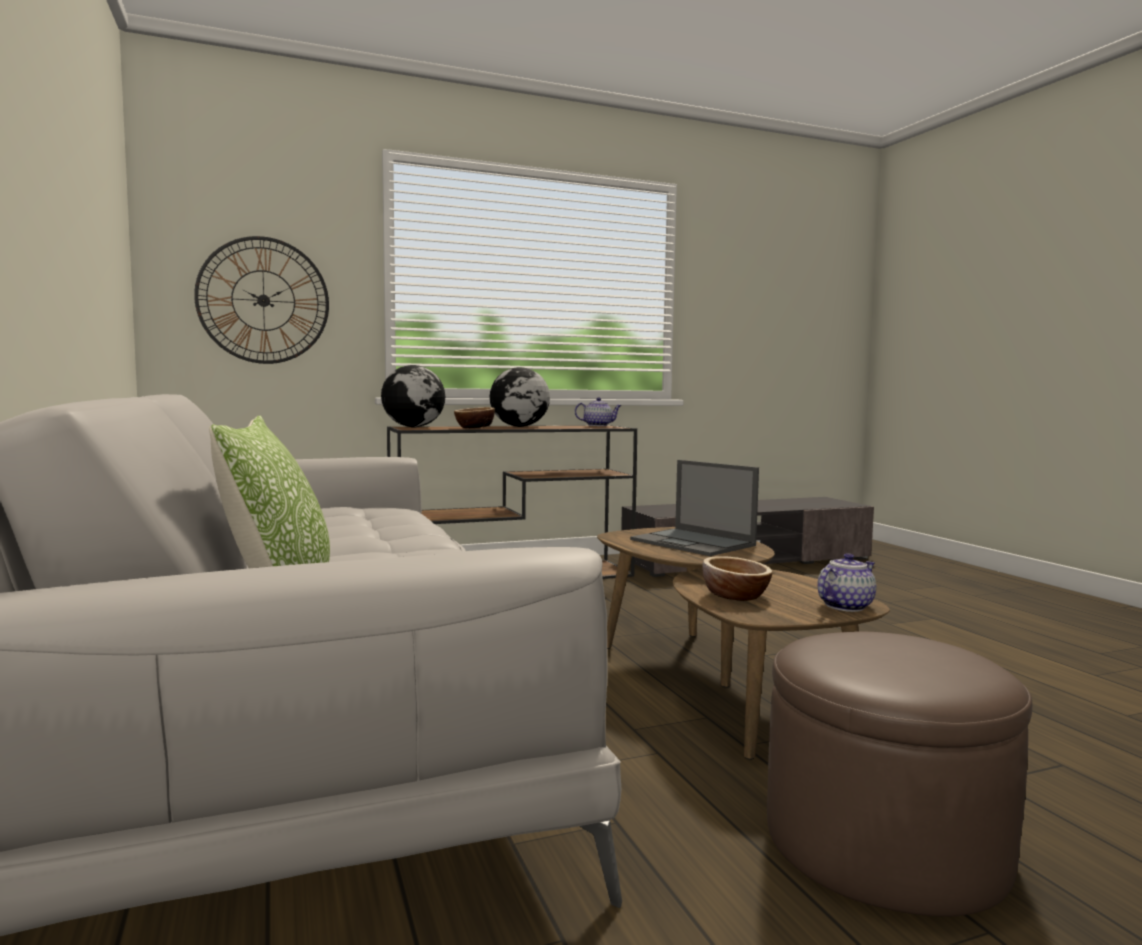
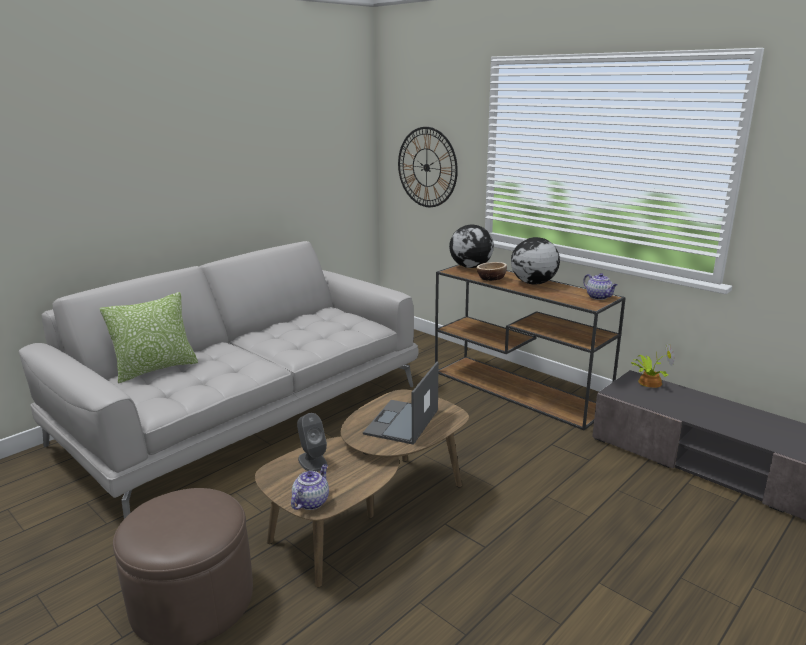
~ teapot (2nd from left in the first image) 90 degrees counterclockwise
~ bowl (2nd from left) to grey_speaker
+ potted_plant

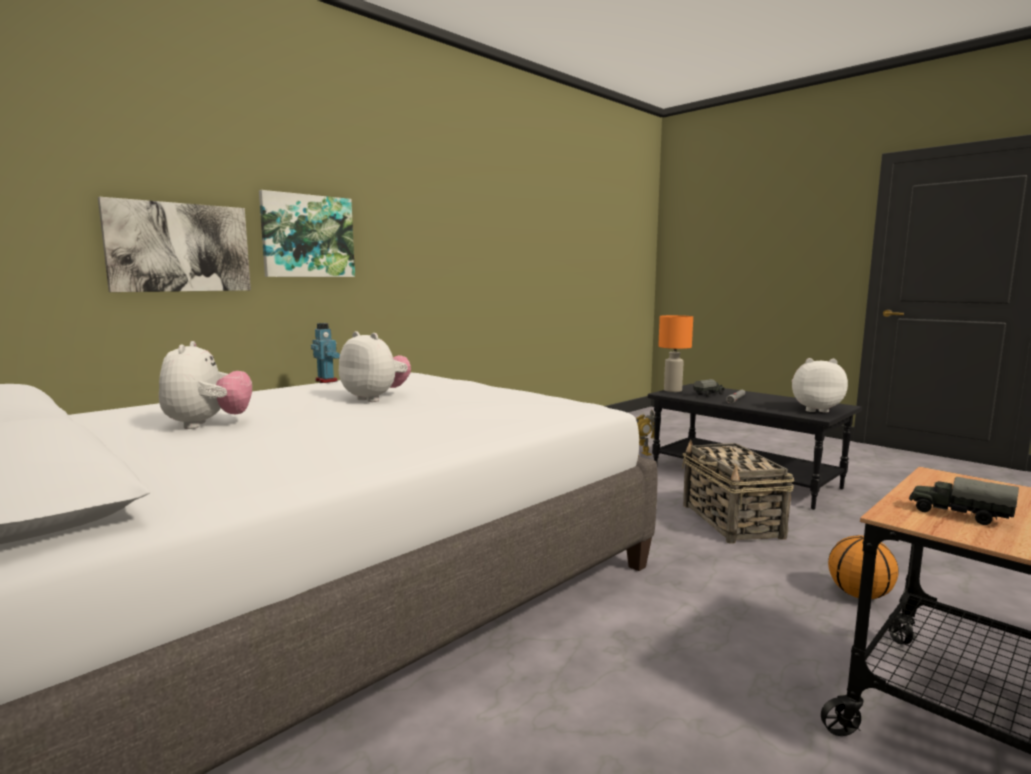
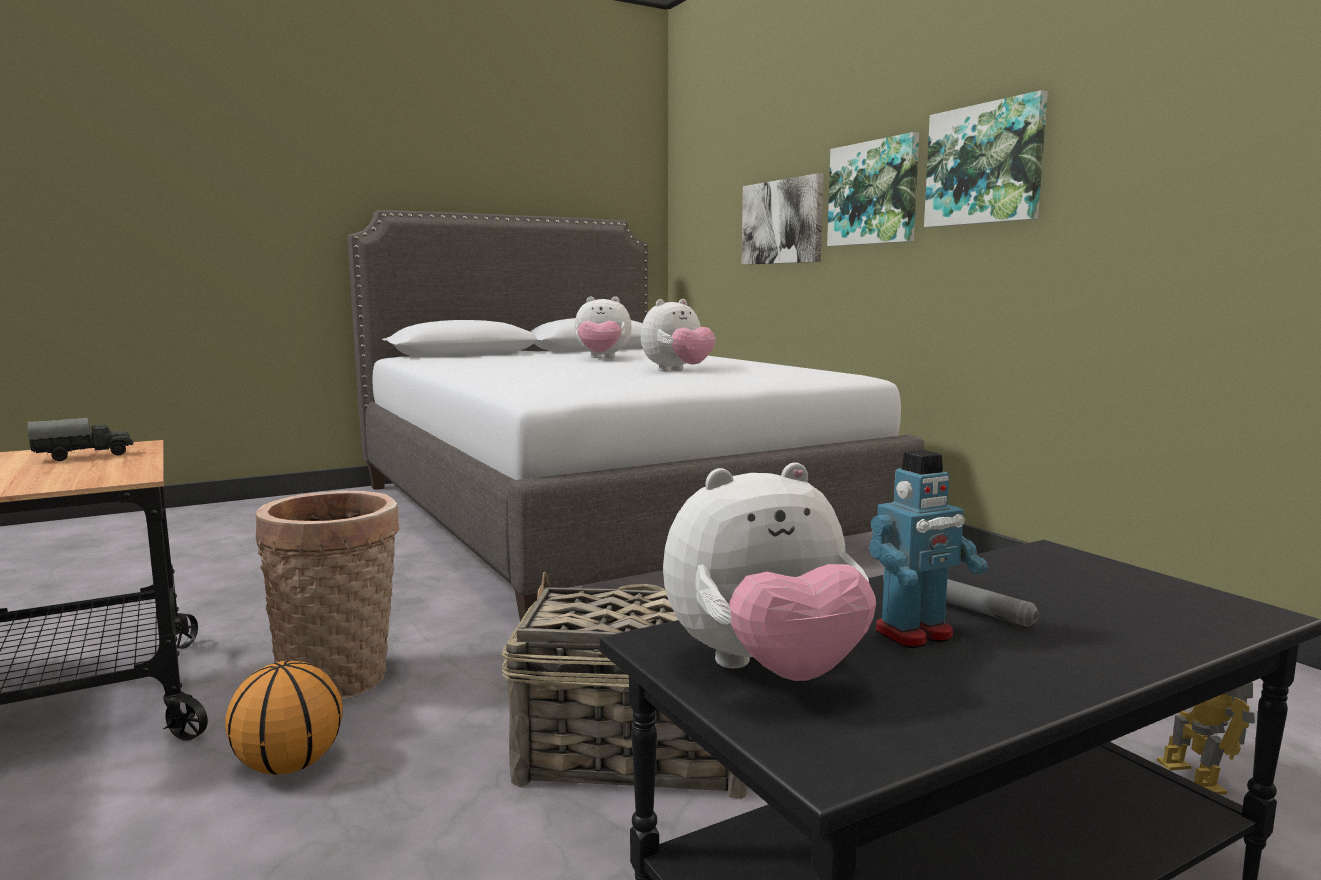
+ basket (1st from left)
~ plush_toy (3rd from left) 45 degrees clockwise
~ toy_robot (1st from left)
+ picture (3rd from left)
- orange_table_lamp
- toy_truck (1st from left)

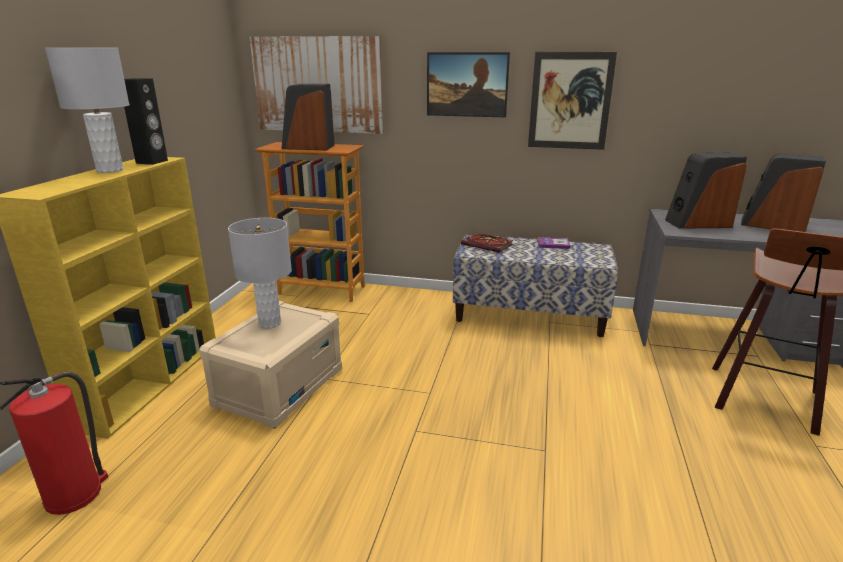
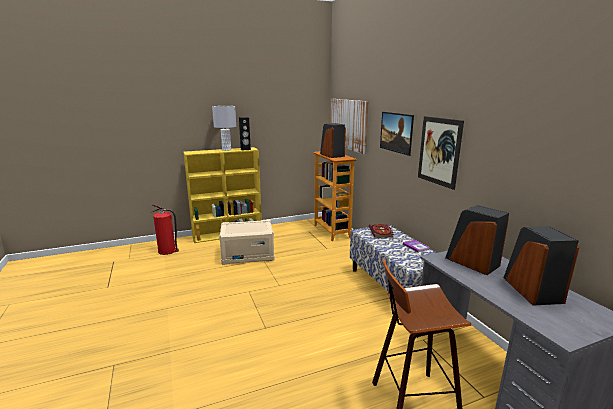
- grey_table_lamp (2nd from left)

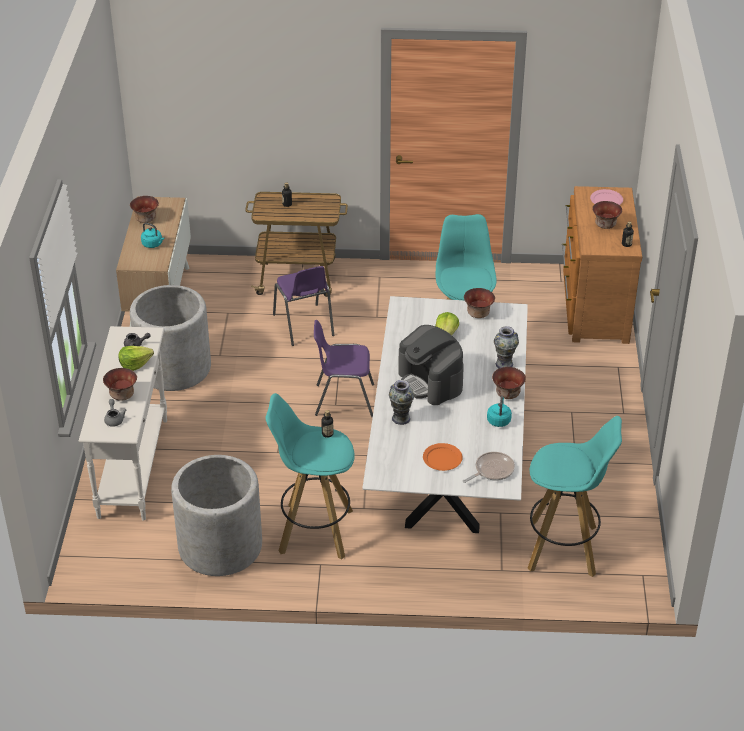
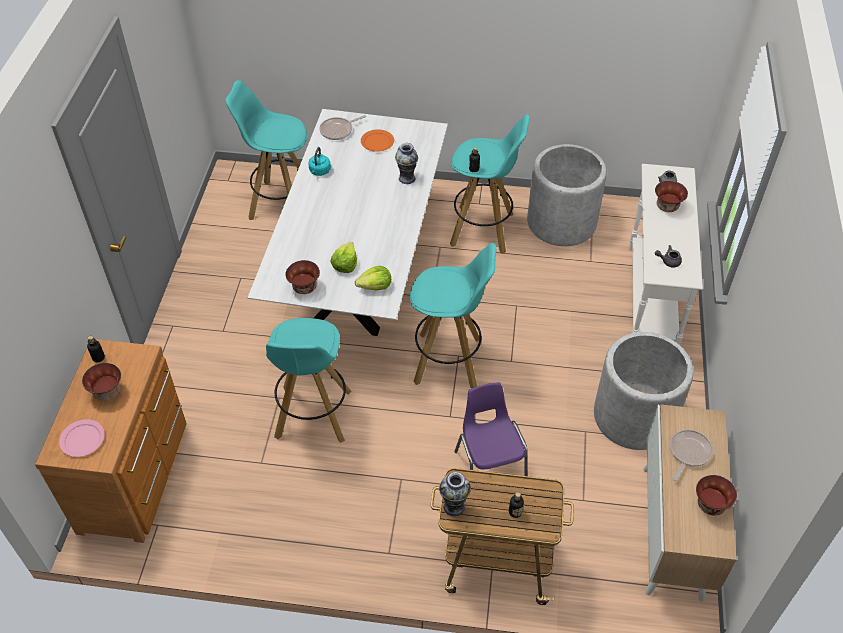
~ lettuce (1st from left in the first image) to lettuce (2nd from left)
~ purple_chair (2nd from left) to turquoise_stool (3rd from left)
~ vase (2nd from left)
~ turquoise_kettle (1st from left) to frying_pan (2nd from left)
- coffee_machine
- bowl (4th from left)

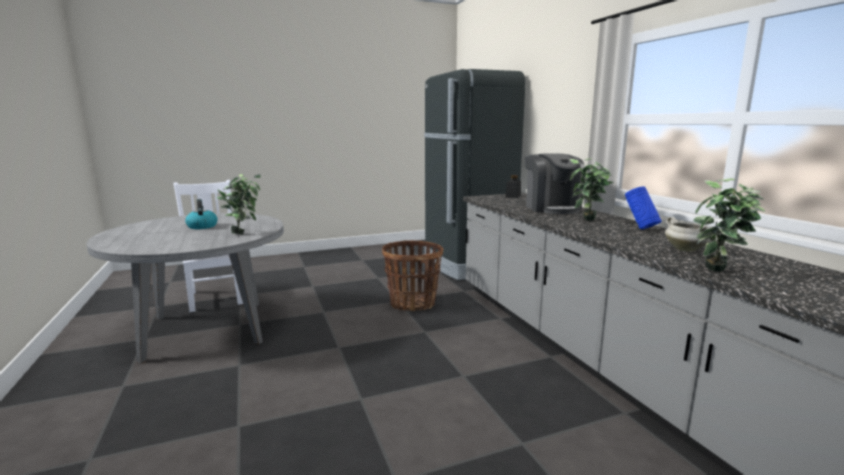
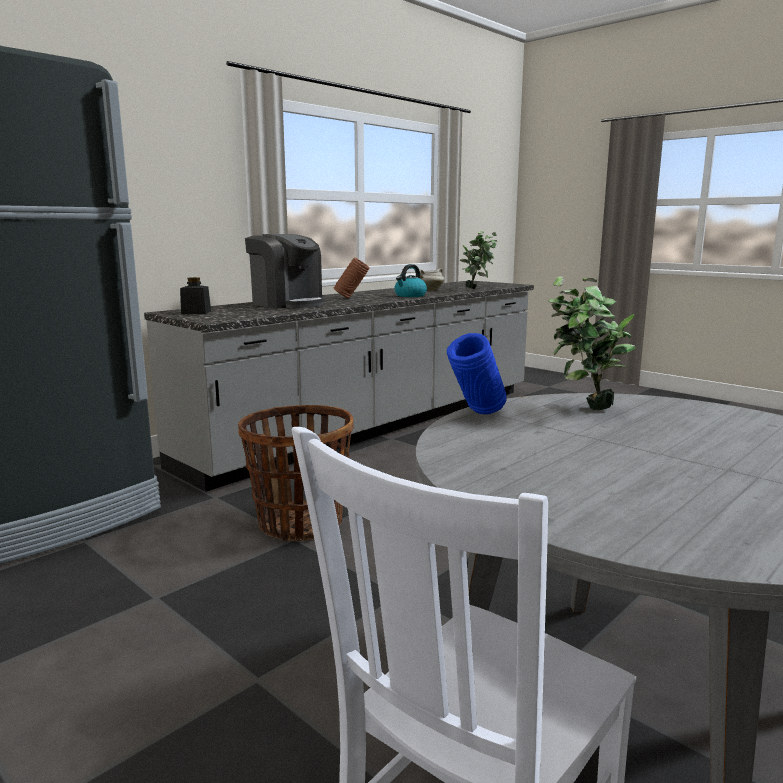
~ coffee_machine 75 degrees clockwise
~ potted_plant (2nd from left) to brown_vase
~ kettle
~ blue_vase

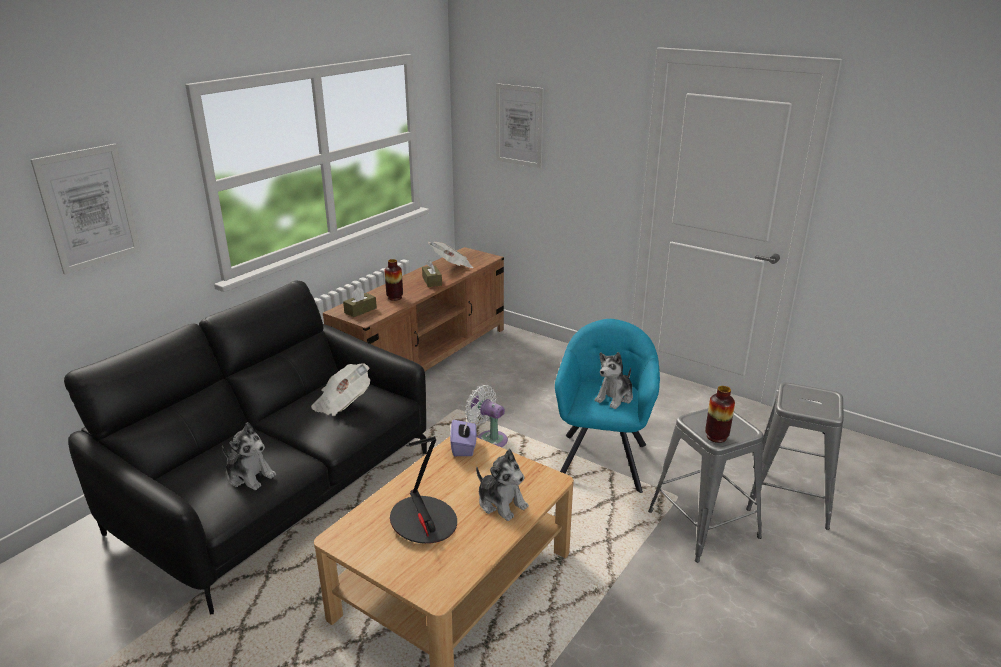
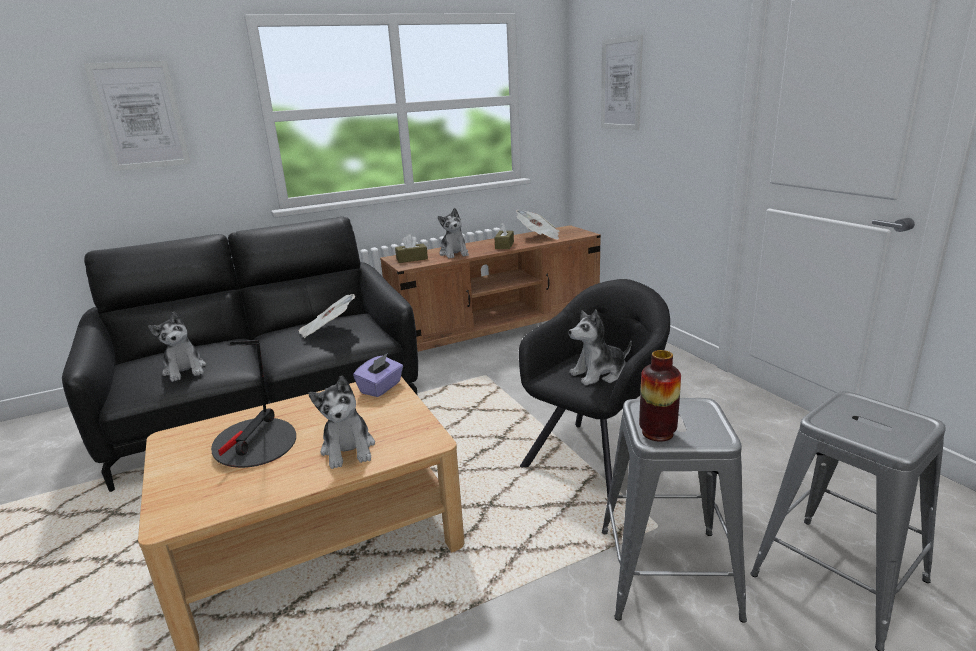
~ vase (1st from left) to plush_toy (3rd from left)
~ turquoise_armchair to black_armchair
- white_fan

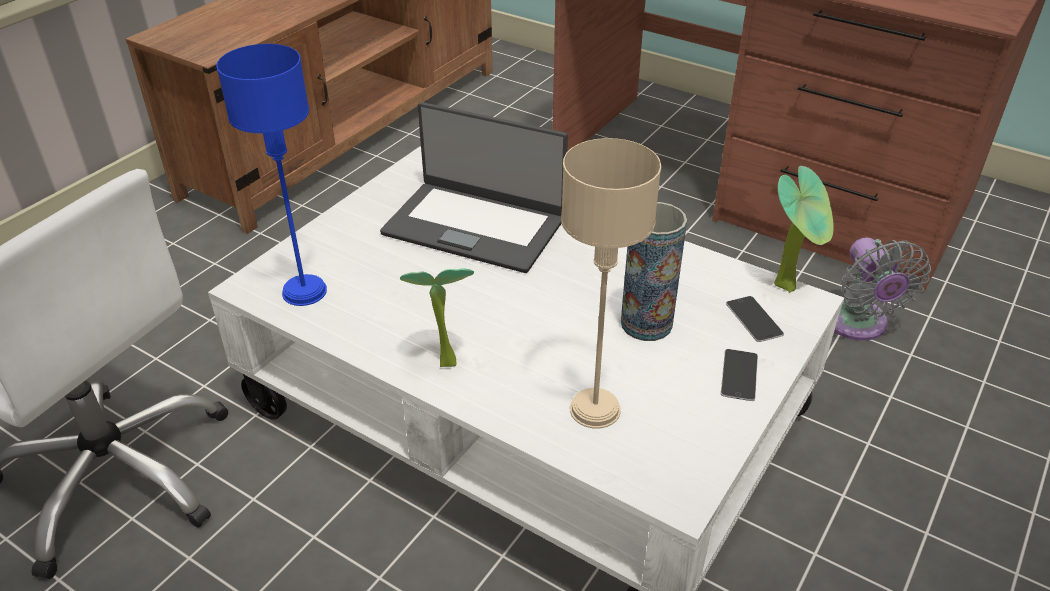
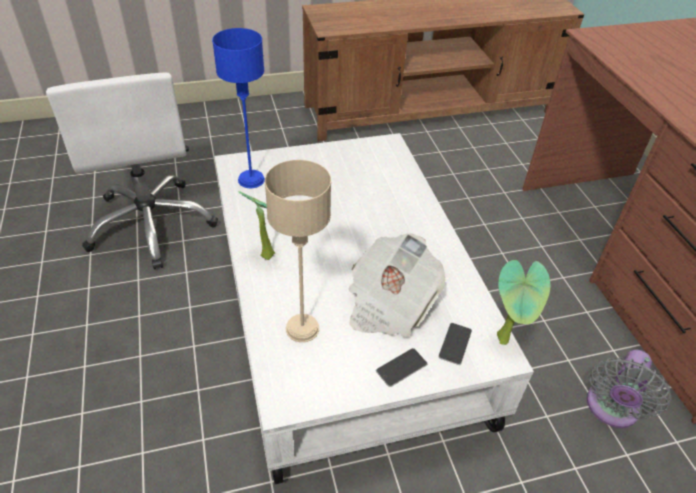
~ vase to newspaper
- laptop

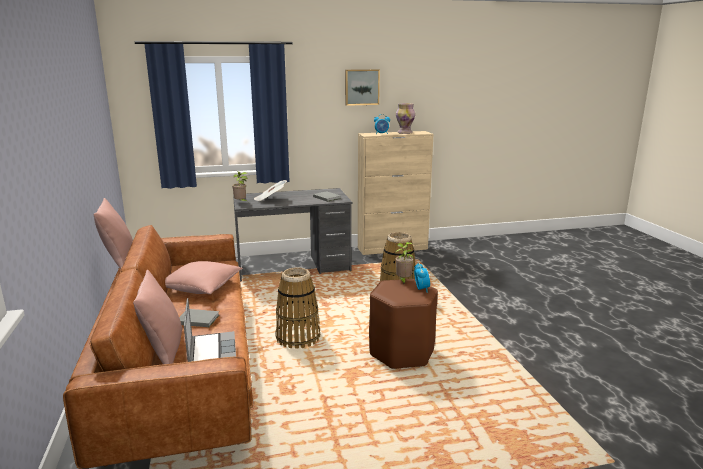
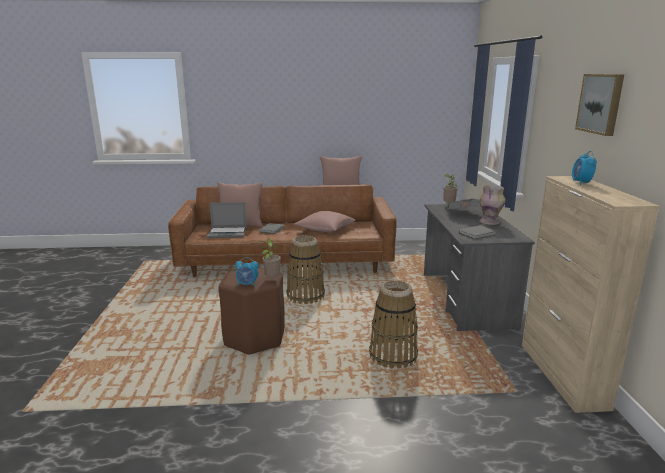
~ vase

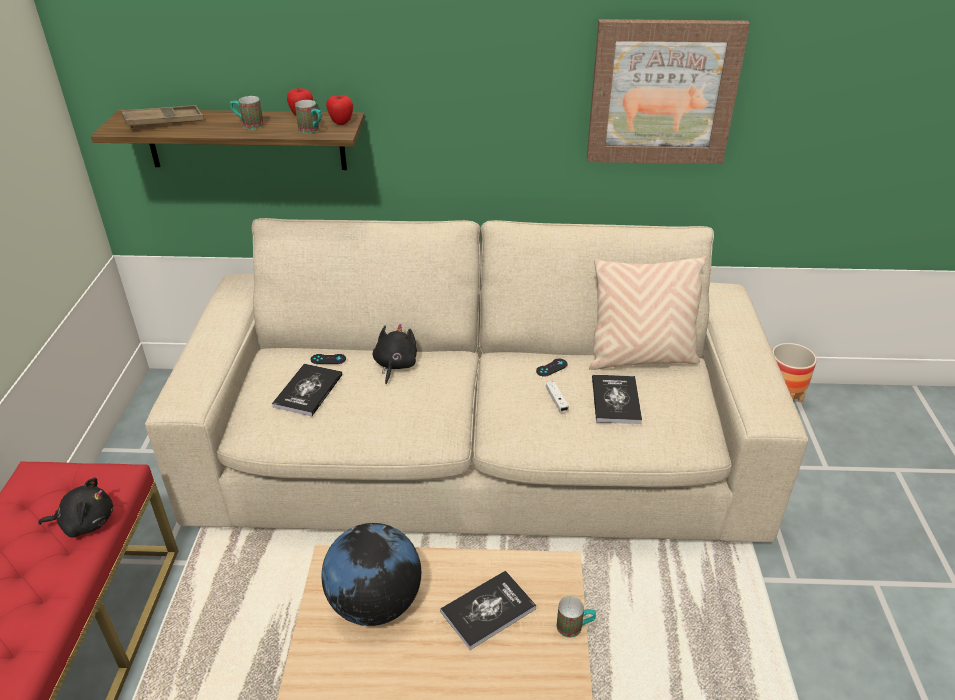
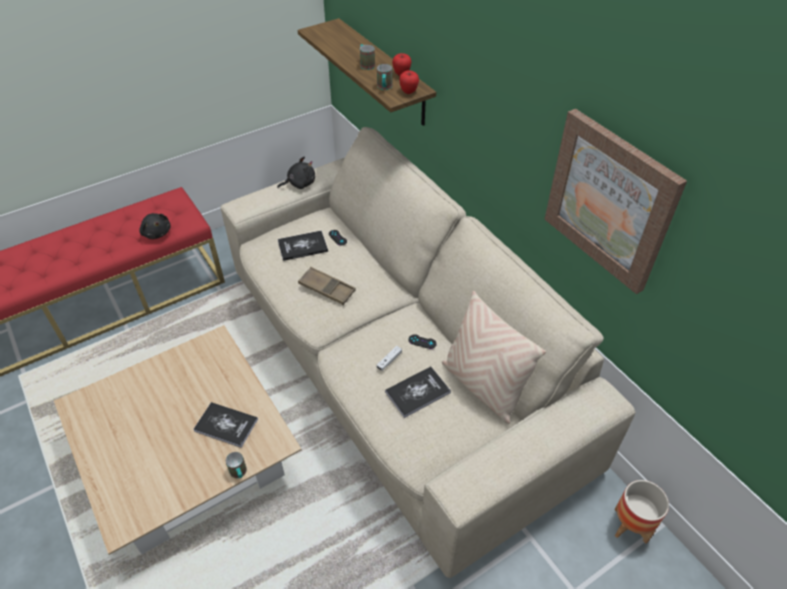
~ black_plush_toy (2nd from left)
~ brown_tray
- globe

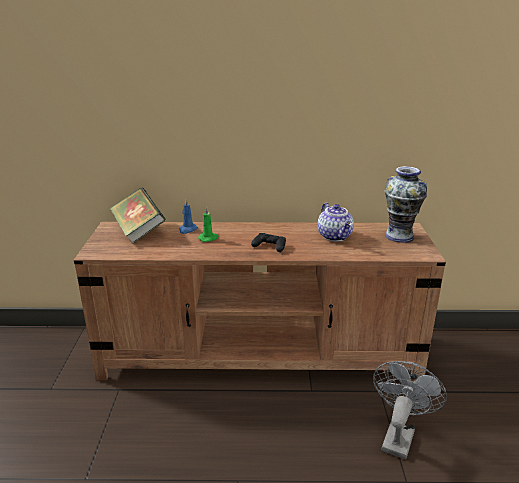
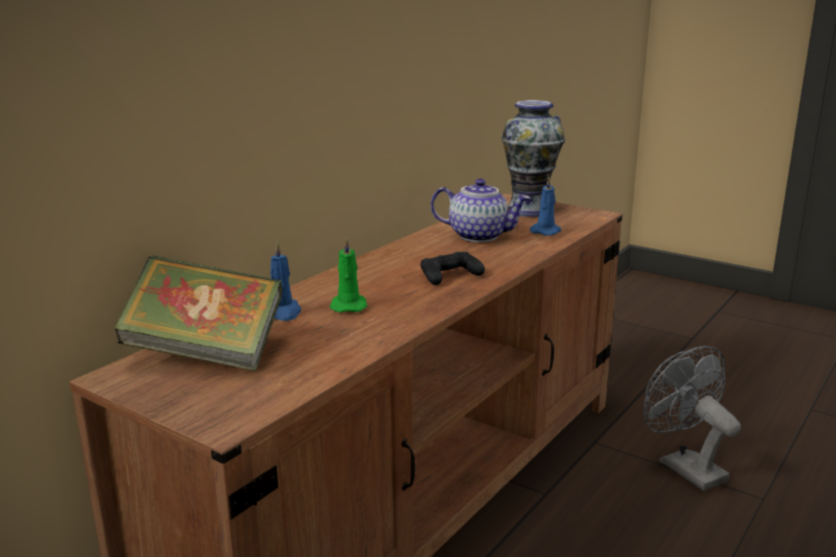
+ blue_candle (2nd from left)

